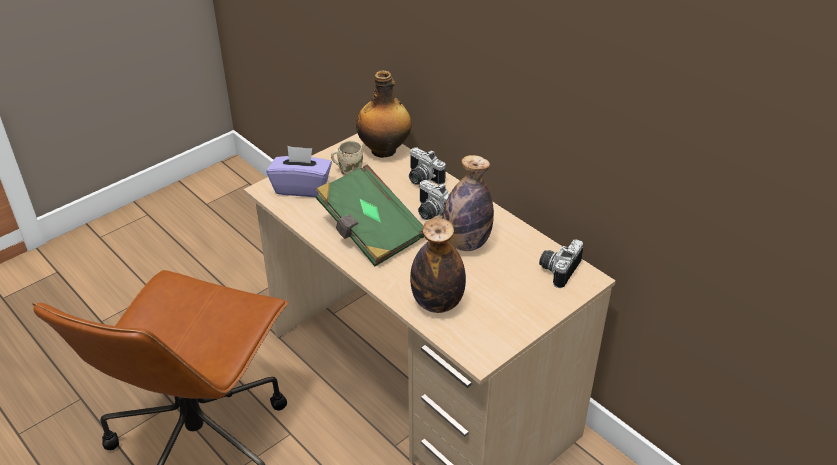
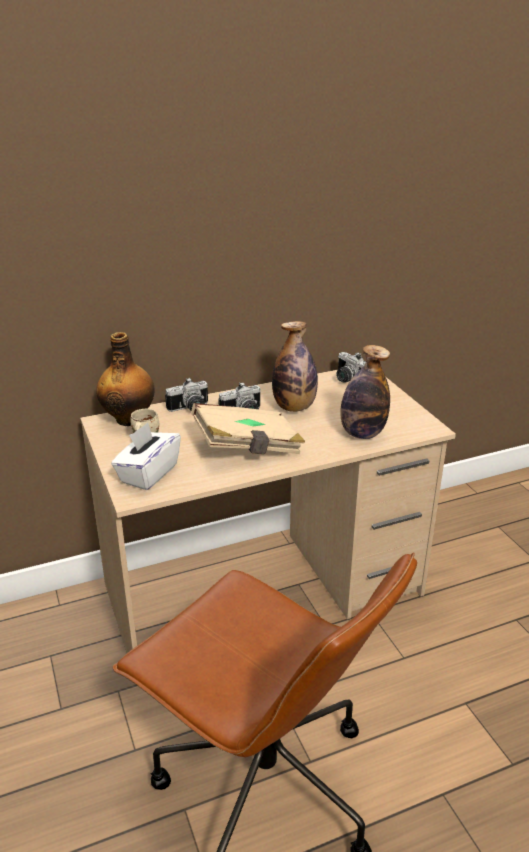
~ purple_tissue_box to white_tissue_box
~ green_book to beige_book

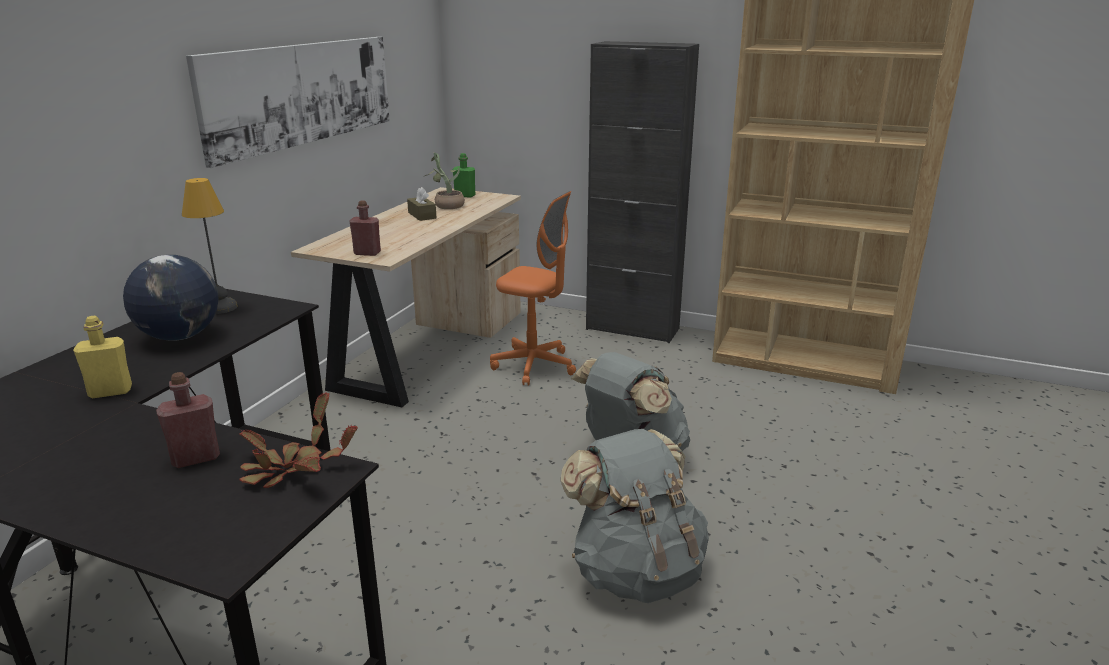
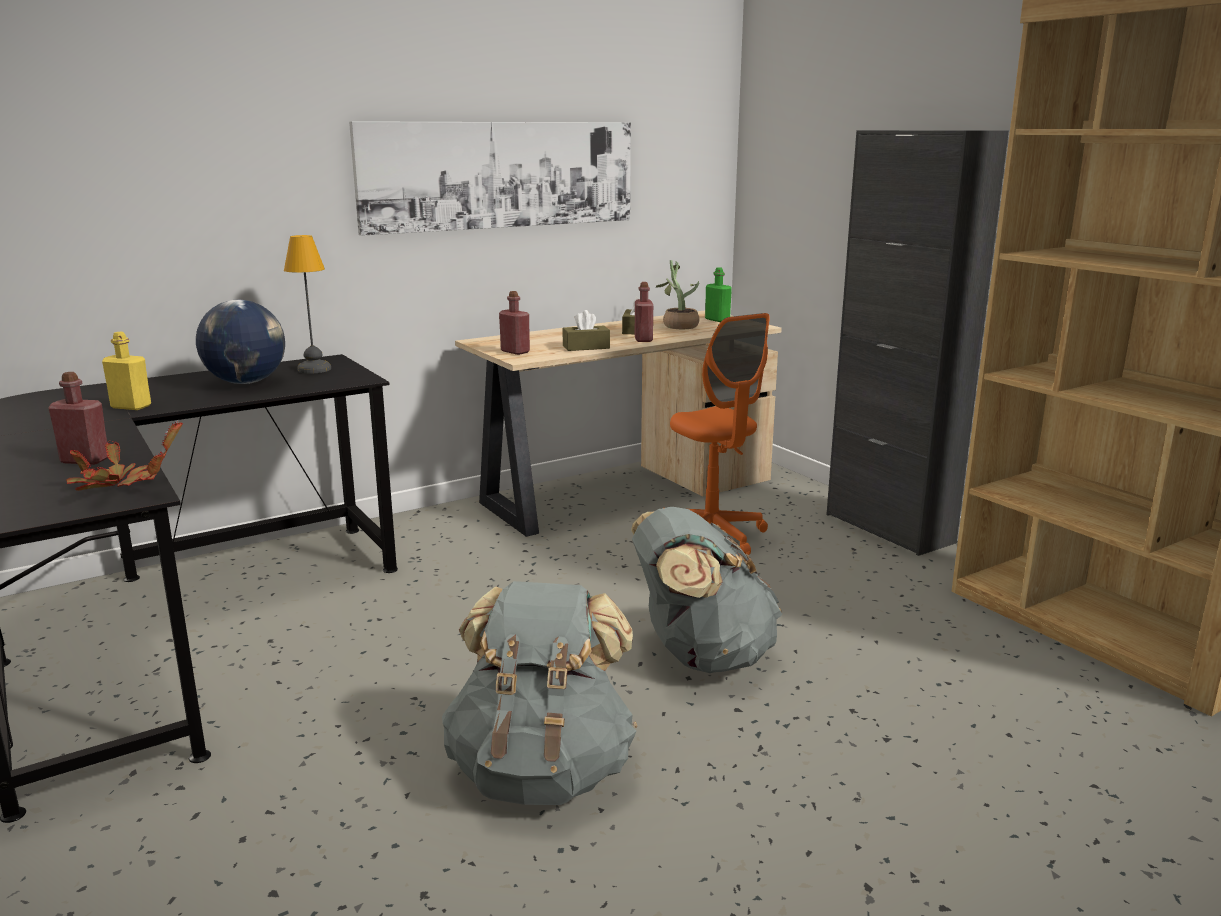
+ brown_tissue_box (1st from left)
+ red_bottle (3rd from left)

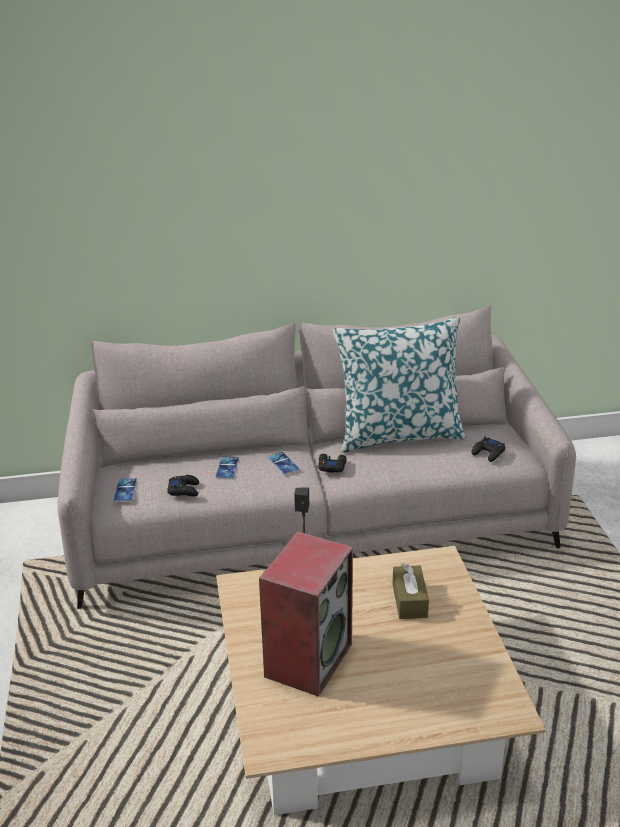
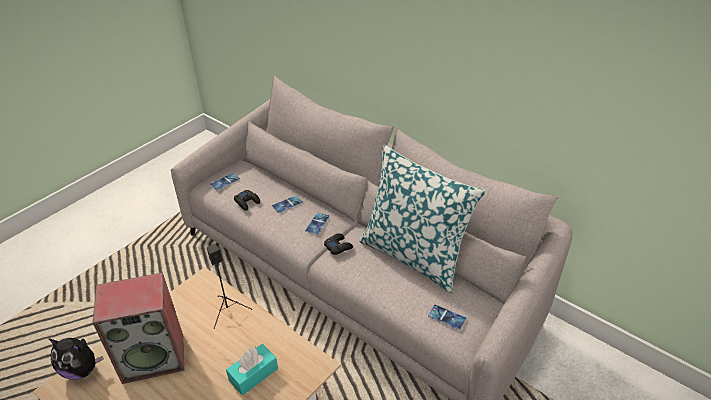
+ plush_toy
~ brown_tissue_box to turquoise_tissue_box
~ black_game_controller (3rd from left) to phone (4th from left)

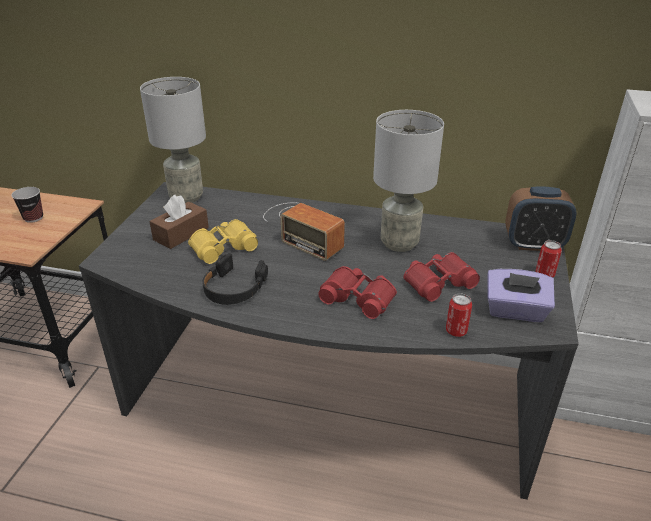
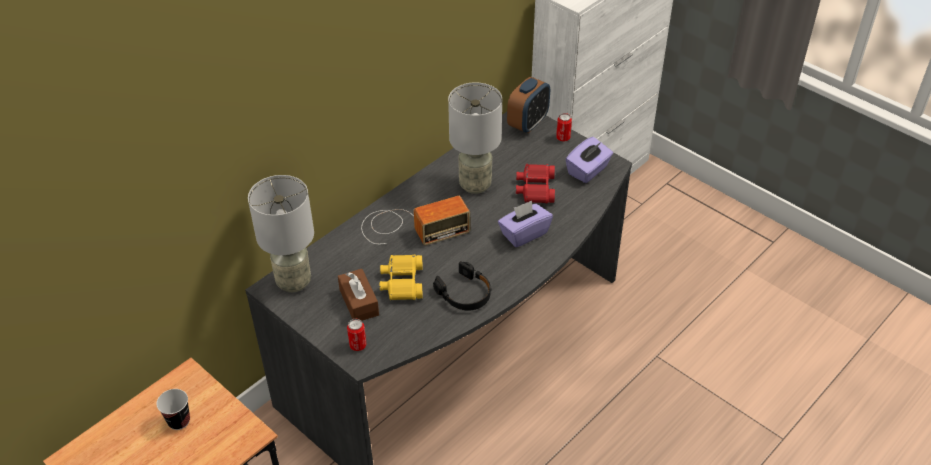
~ can (1st from left)
~ red_binoculars (1st from left) to purple_tissue_box (1st from left)

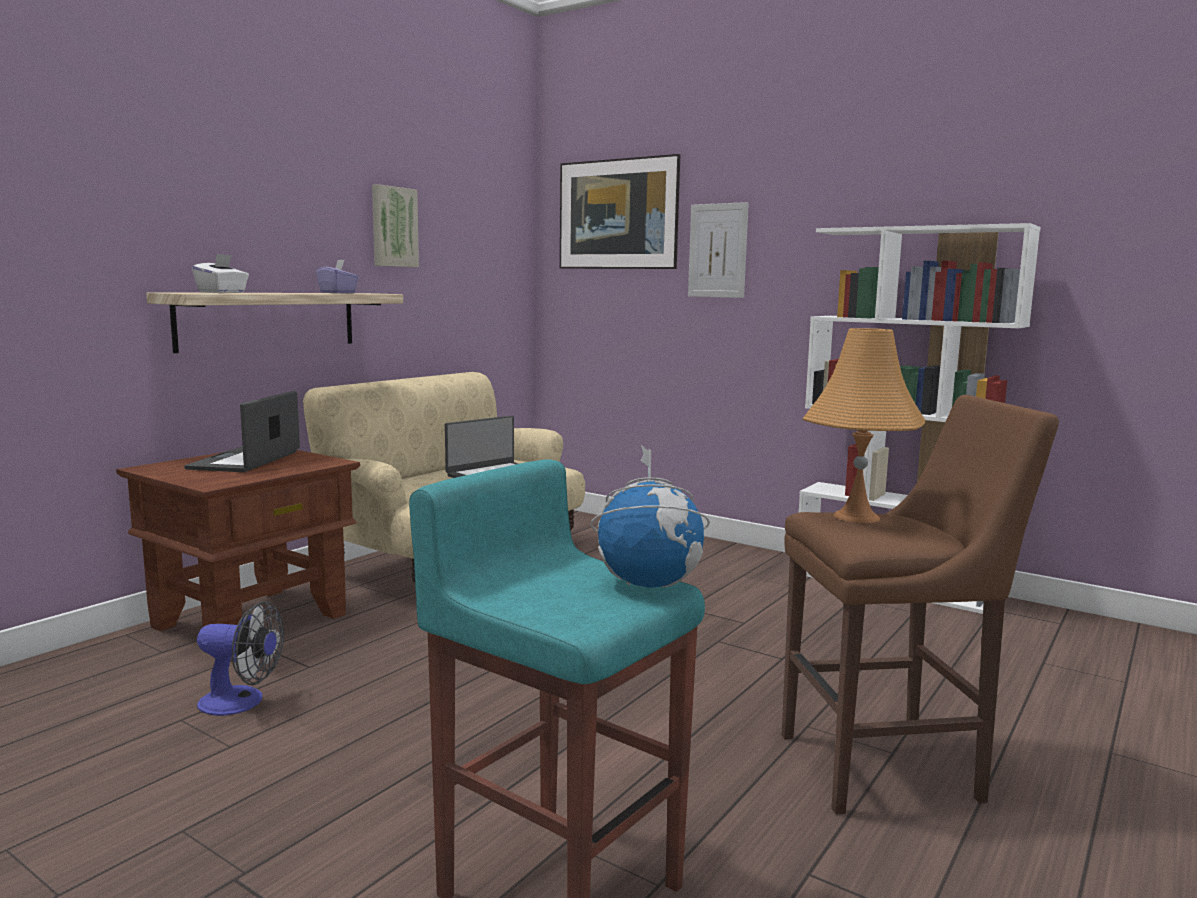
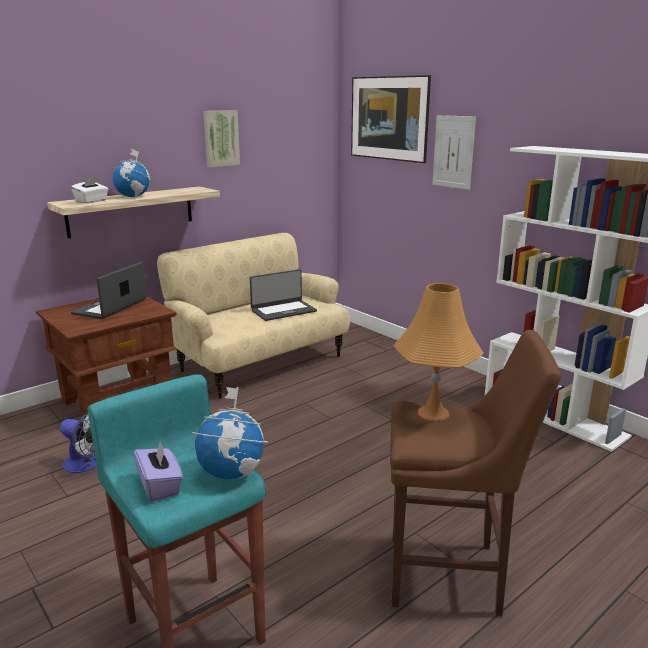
+ globe (1st from left)
~ purple_tissue_box

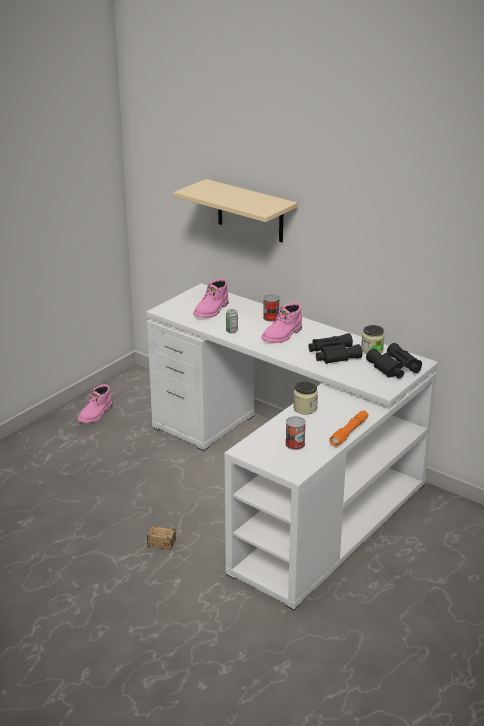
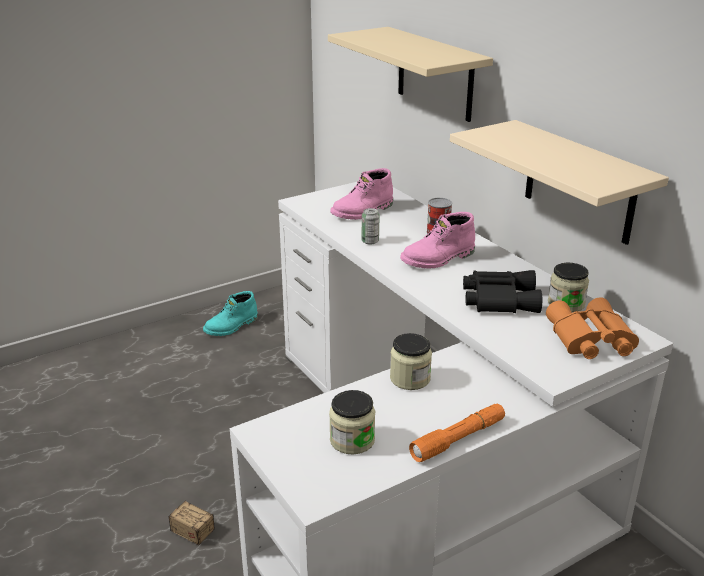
~ pink_boot (1st from left) to turquoise_boot
~ can (3rd from left) to jar (1st from left)
+ beige_shelf (2nd from left)
~ black_binoculars (2nd from left) to orange_binoculars

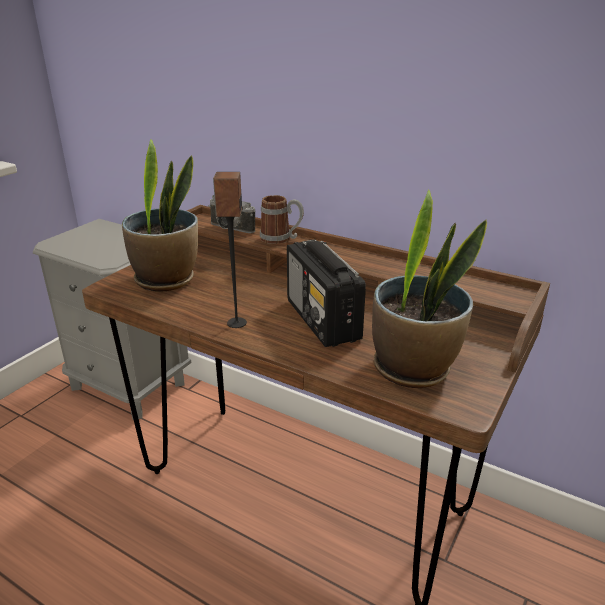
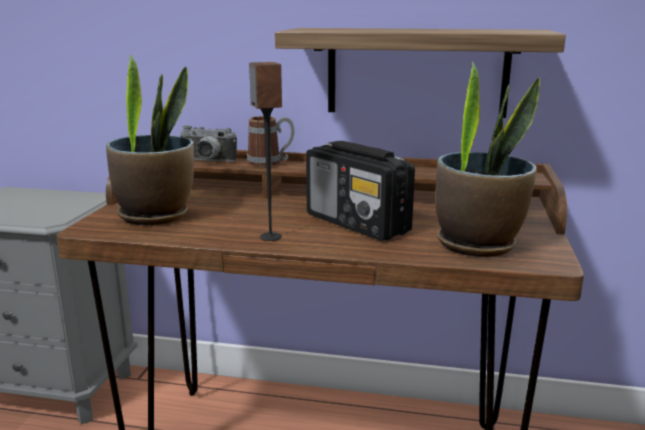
+ shelf

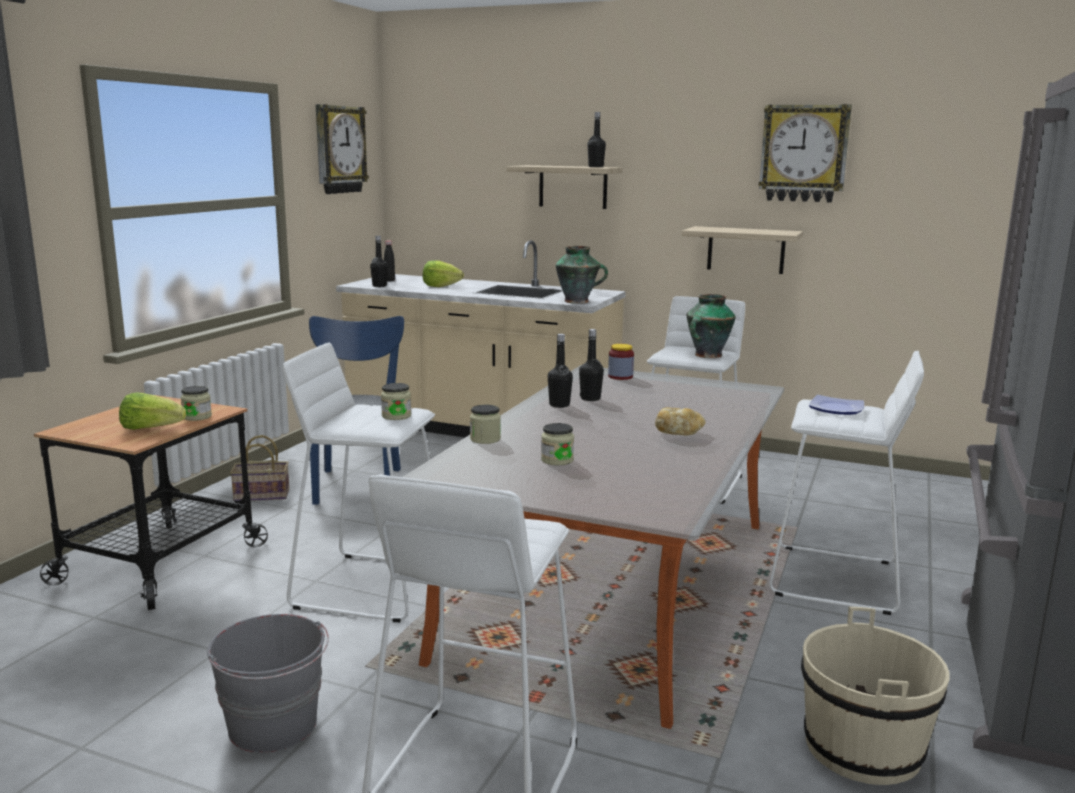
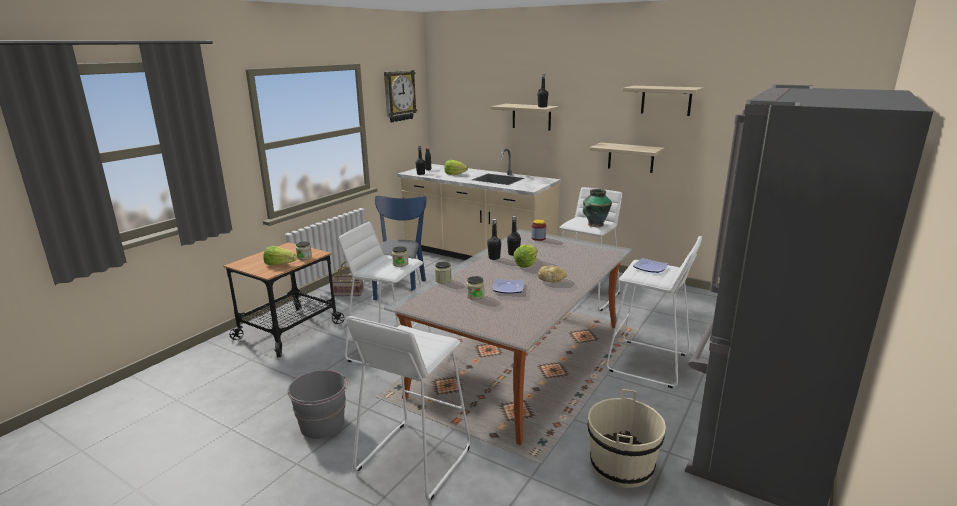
+ plate (1st from left)
+ lettuce (3rd from left)
~ wall_clock (2nd from left) to shelf (3rd from left)
- vase (1st from left)

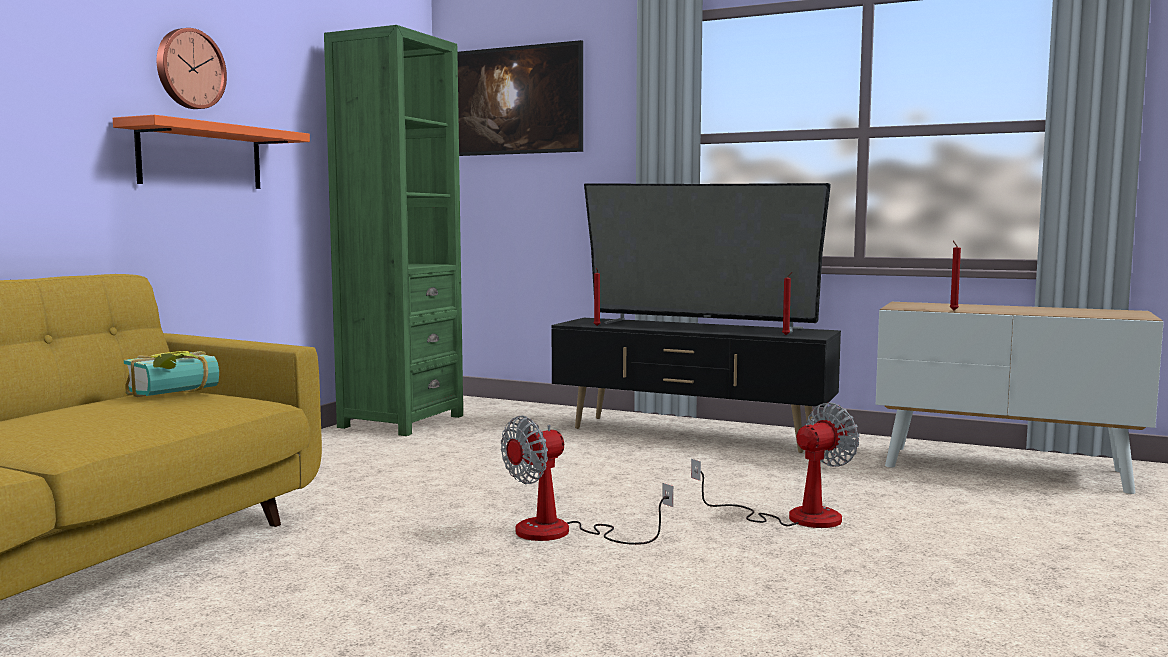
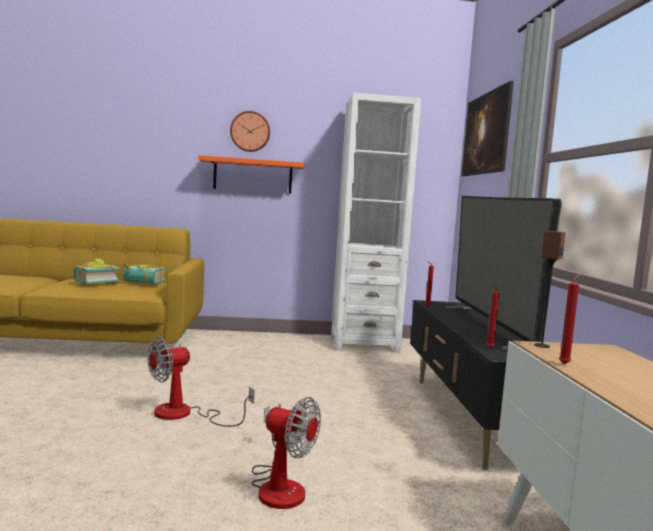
+ book (1st from left)
~ fan (1st from left) 60 degrees counterclockwise
~ green_bookcase to white_bookcase
+ speaker

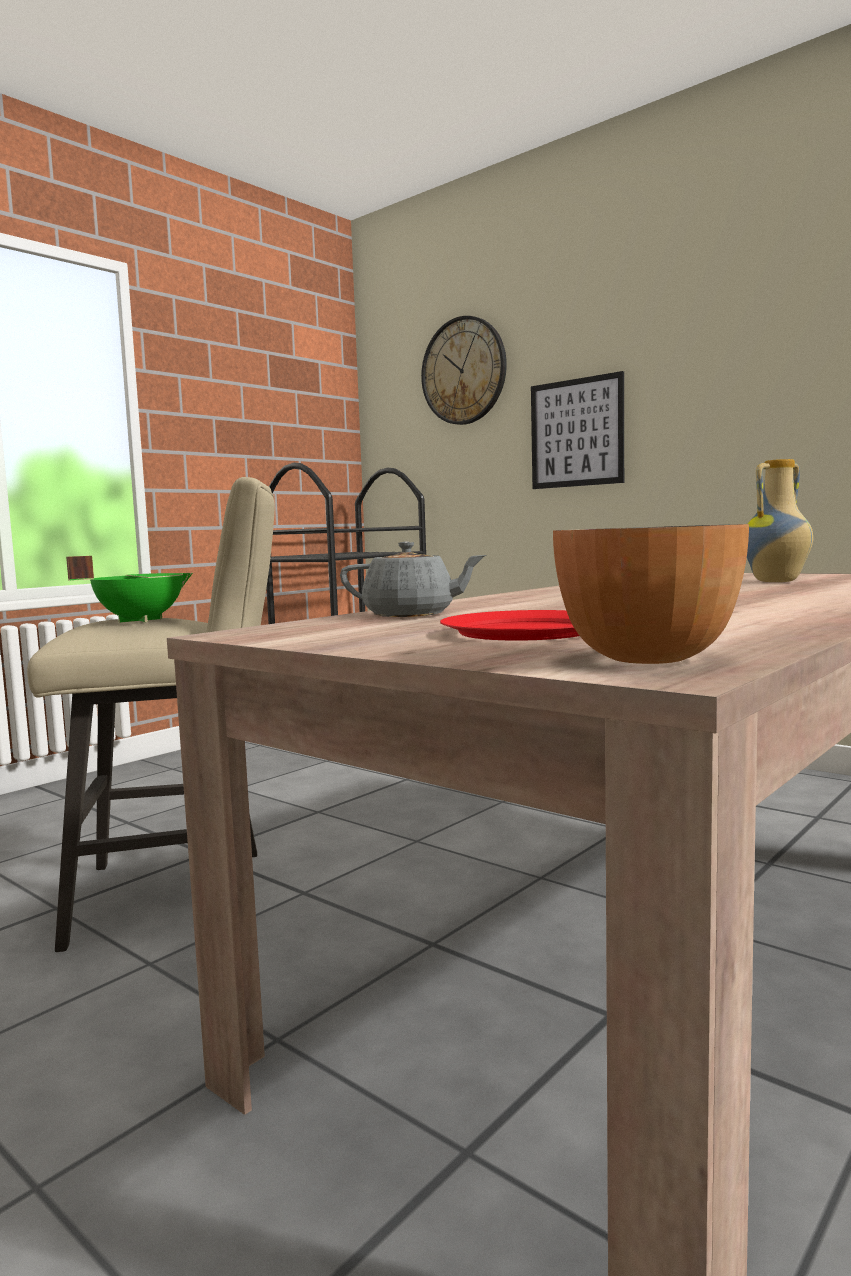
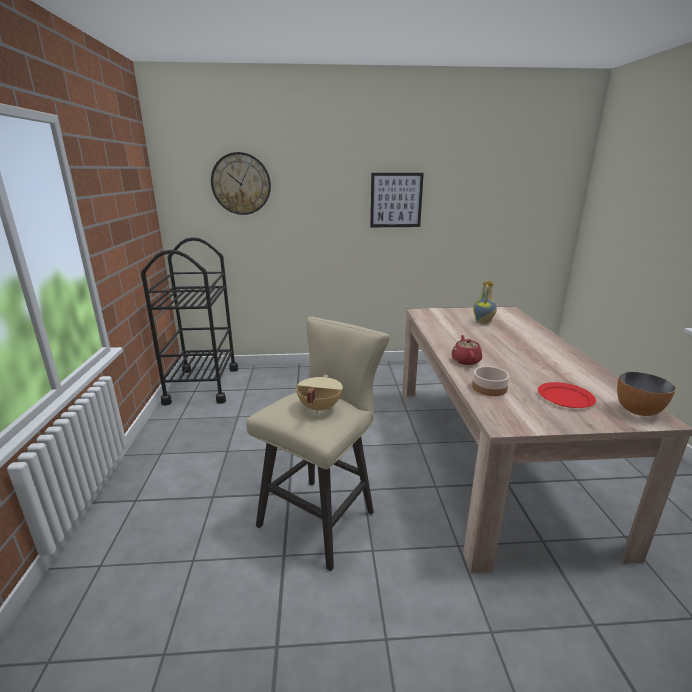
~ green_cooking_pot to beige_cooking_pot
~ picture
+ red_teapot
~ grey_teapot to bowl (1st from left)

